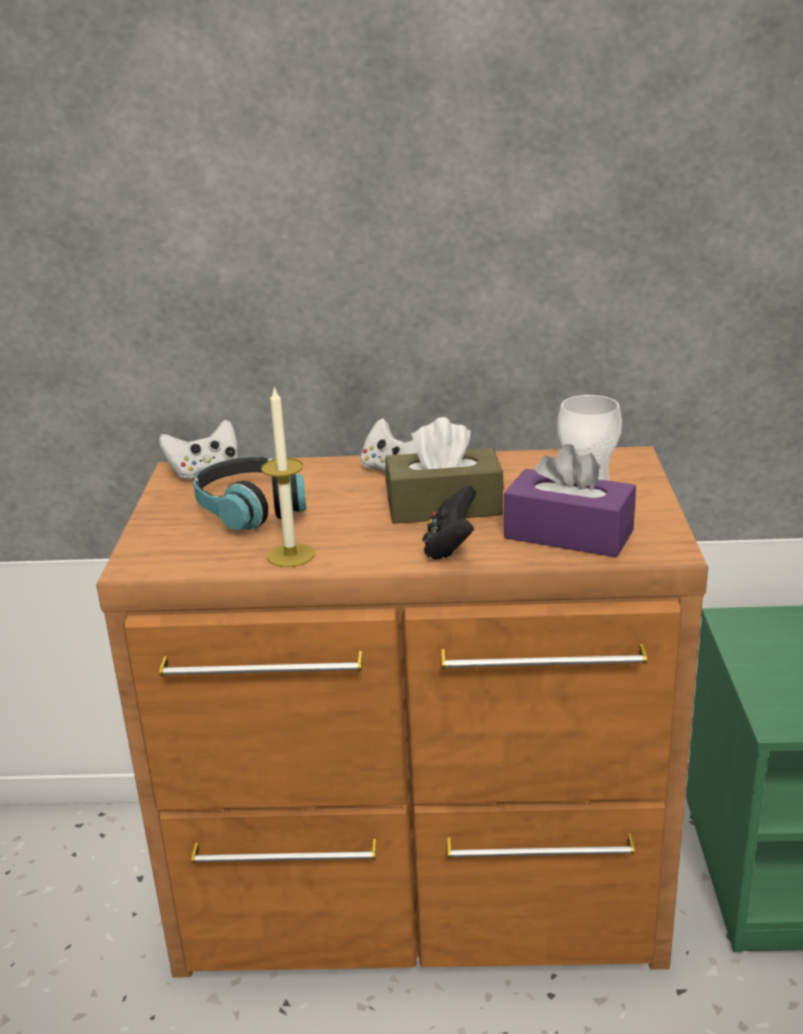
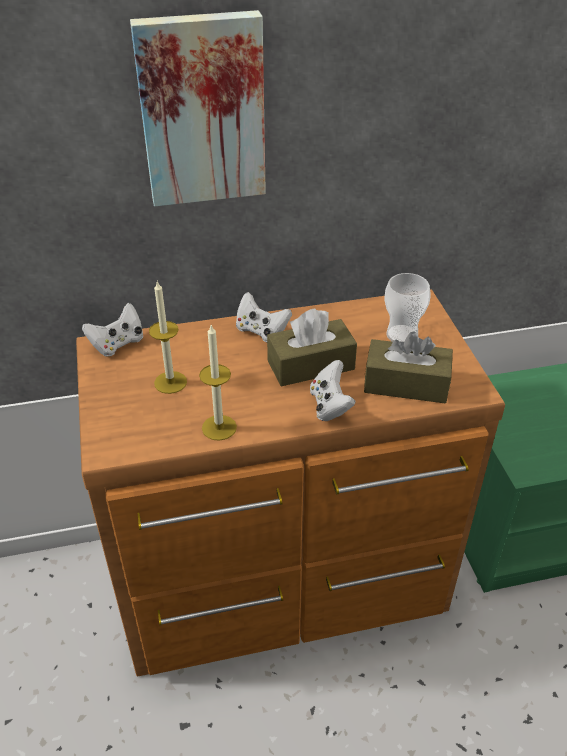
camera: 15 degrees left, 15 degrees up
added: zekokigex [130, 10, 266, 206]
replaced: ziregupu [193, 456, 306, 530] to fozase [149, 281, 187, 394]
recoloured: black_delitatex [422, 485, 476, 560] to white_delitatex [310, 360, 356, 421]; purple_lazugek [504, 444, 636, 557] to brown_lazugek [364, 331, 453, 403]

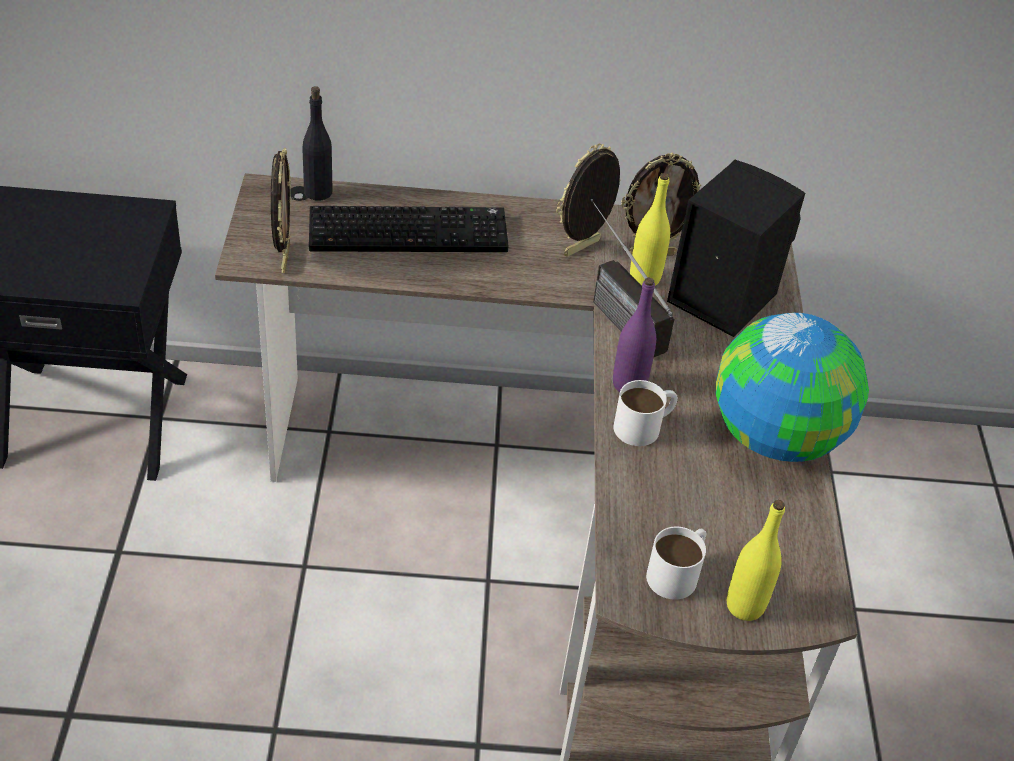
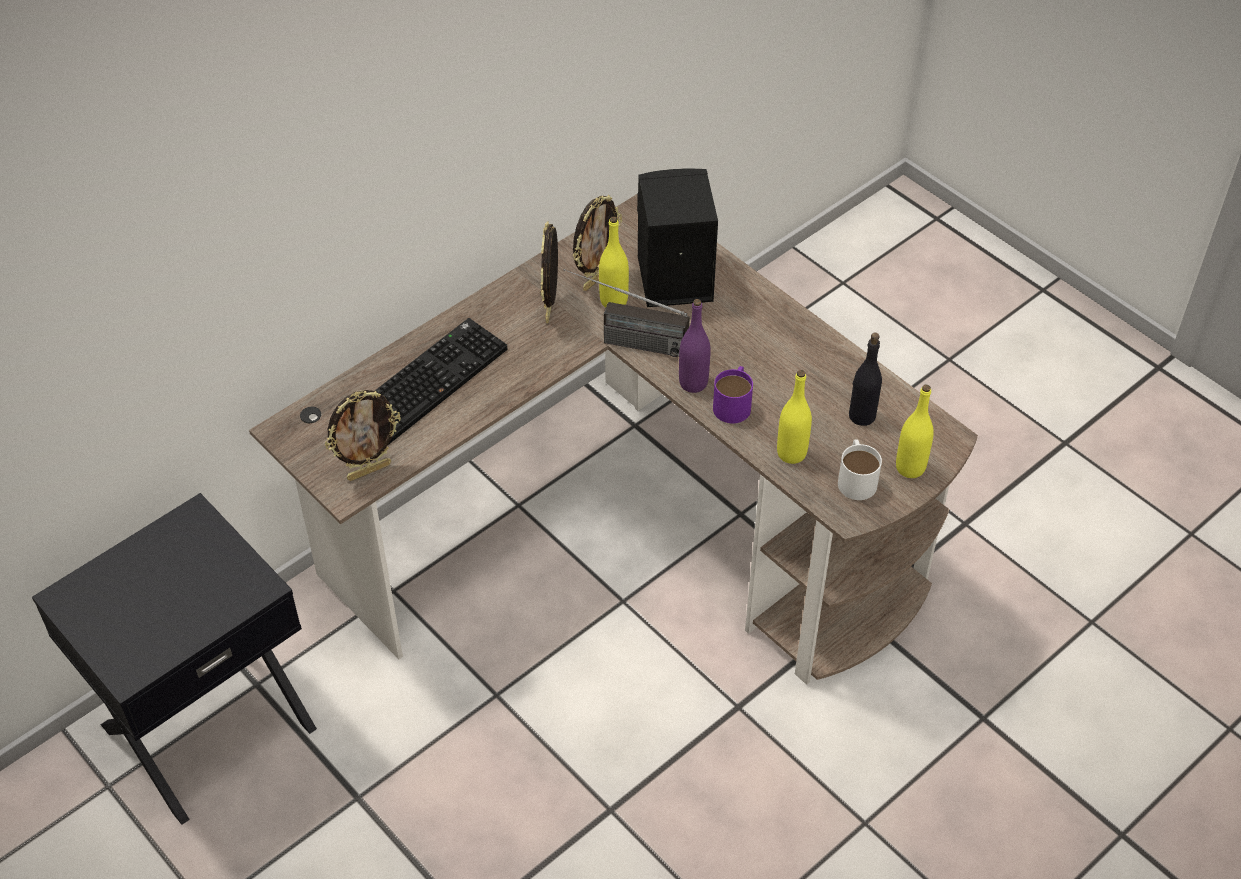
camera: 40 degrees left, 5 degrees up
removed: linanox [715, 313, 869, 462]
added: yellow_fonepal [777, 370, 812, 464]
moved: black_fonepal [302, 86, 333, 201] to [849, 333, 882, 426]
recoloured: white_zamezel [613, 380, 678, 446] to purple_zamezel [713, 366, 753, 423]
turned: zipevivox [271, 148, 291, 273] = [325, 390, 401, 481] 105 degrees clockwise

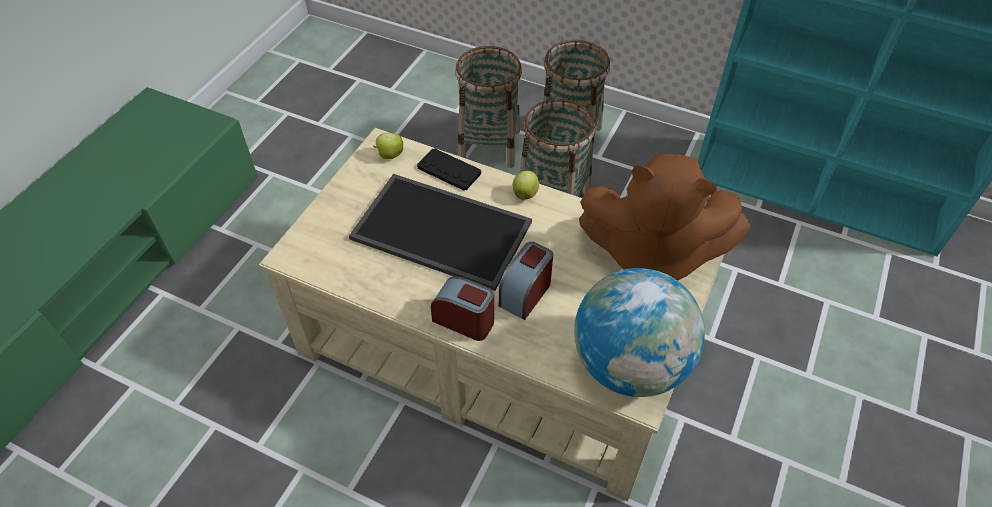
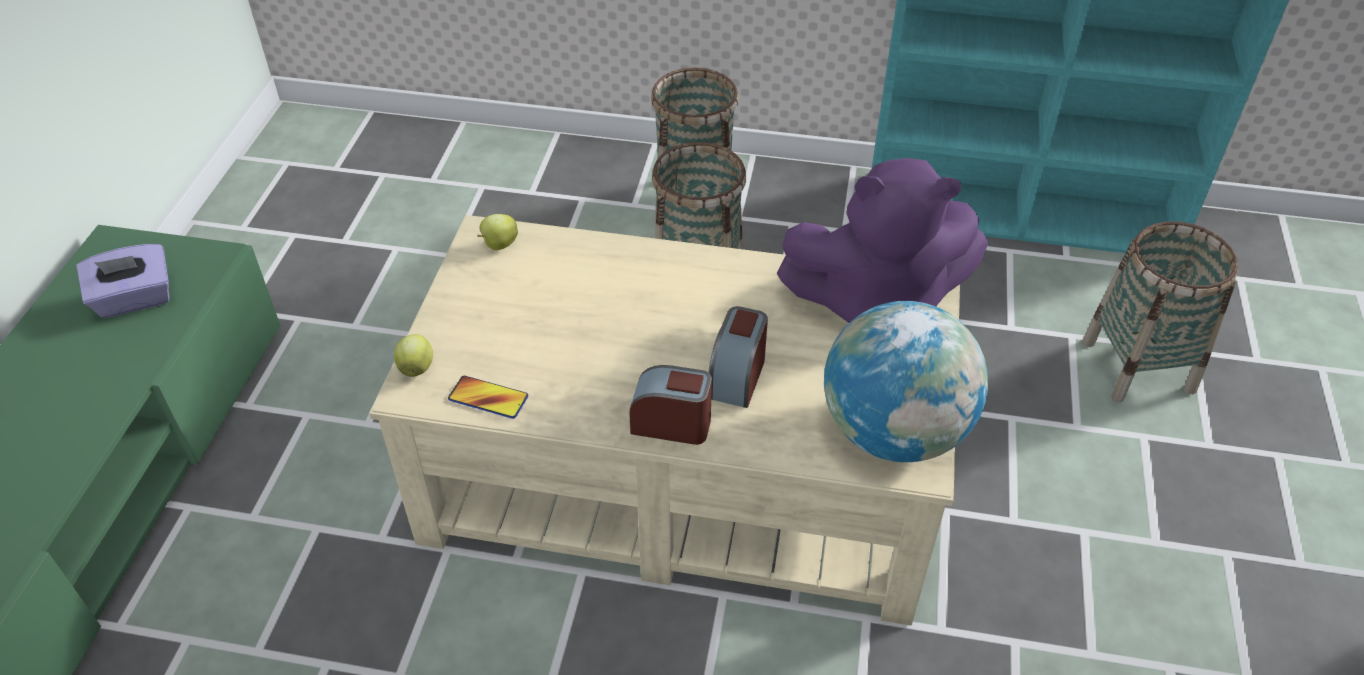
camera: 15 degrees left, 5 degrees down
removed: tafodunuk [349, 174, 532, 291]; black_delitatex [417, 148, 481, 191]
added: purple_lazugek [77, 244, 170, 318]; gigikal [448, 376, 528, 419]
moved: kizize [455, 46, 522, 168] to [1083, 221, 1238, 402]; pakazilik [513, 171, 539, 200] to [394, 334, 433, 377]
recoloured: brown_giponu [579, 154, 750, 281] to purple_giponu [777, 158, 988, 323]

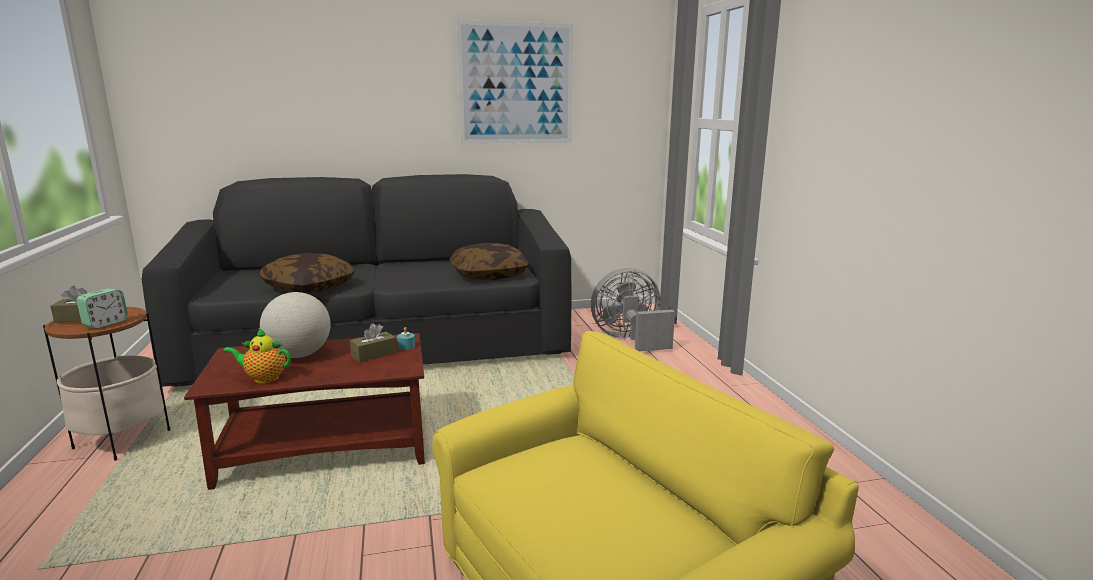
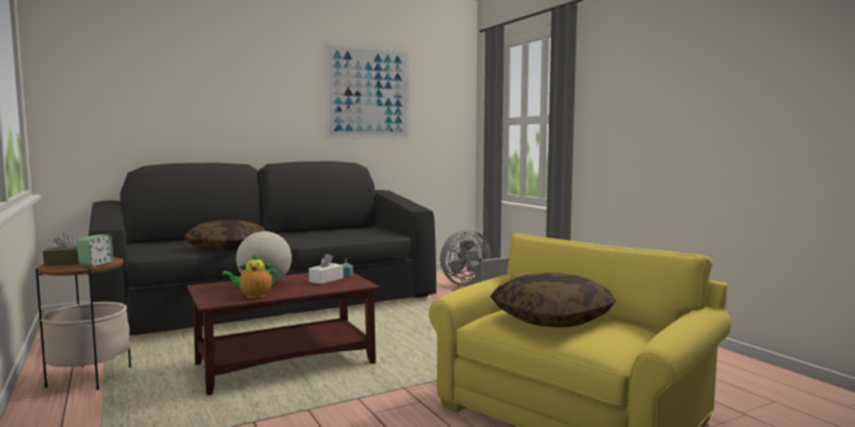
camera: 15 degrees left, 10 degrees down
moved: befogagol [450, 243, 528, 280] to [490, 272, 616, 328]
recoloured: brown_lazugek [350, 323, 397, 362] to white_lazugek [309, 254, 343, 284]

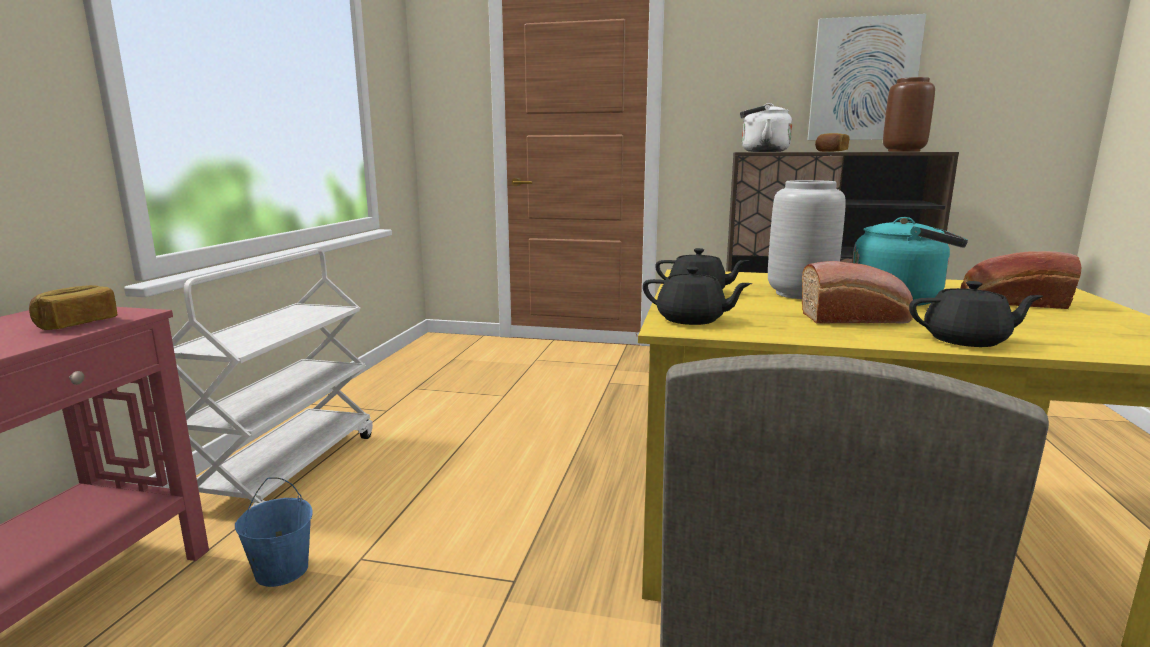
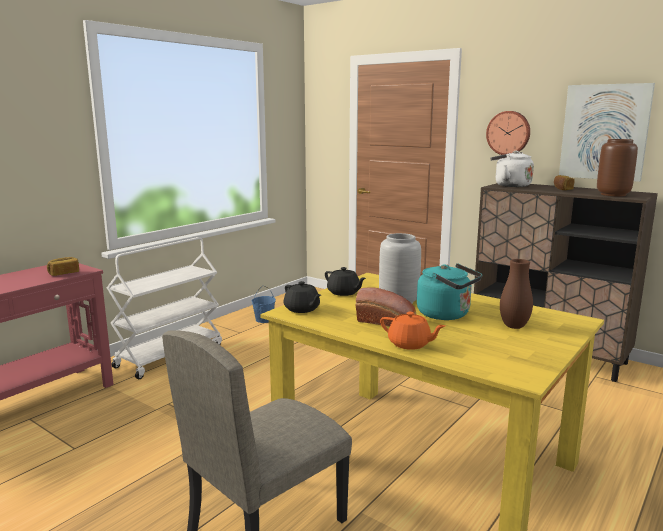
camera: 25 degrees right, 0 degrees up
added: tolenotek [486, 111, 530, 155]
moved: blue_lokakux [235, 478, 313, 587] to [252, 286, 276, 323]
replaced: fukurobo [961, 251, 1081, 309] to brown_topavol [500, 259, 533, 329]
recoloured: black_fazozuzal [909, 281, 1043, 347] to orange_fazozuzal [380, 312, 445, 350]

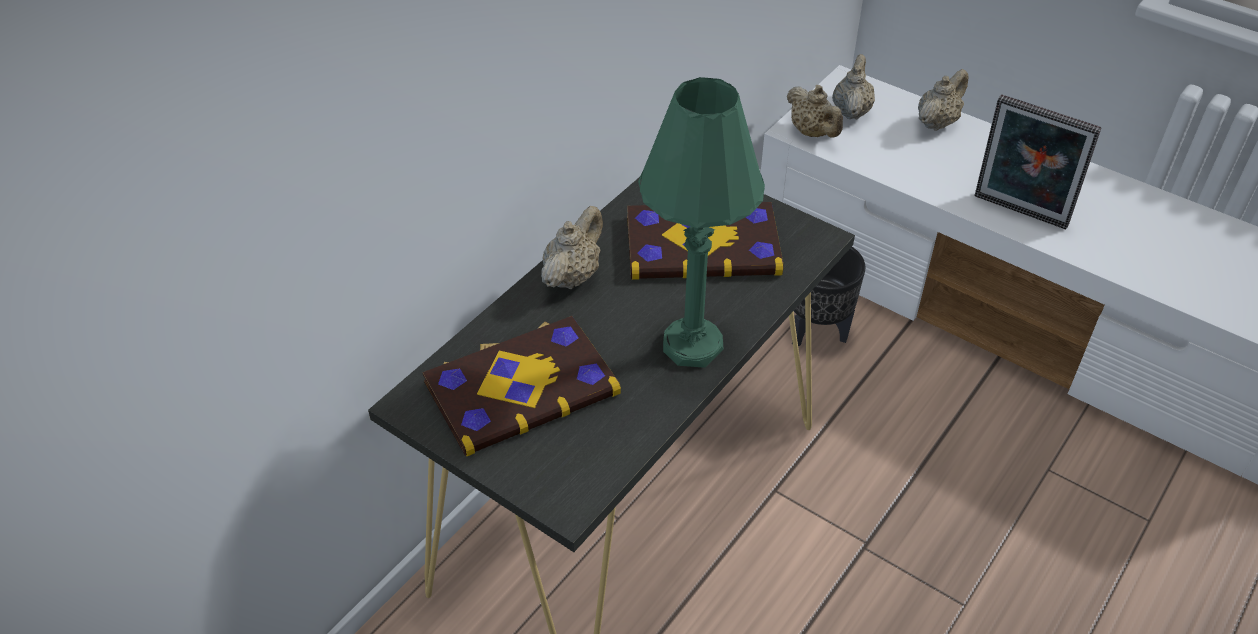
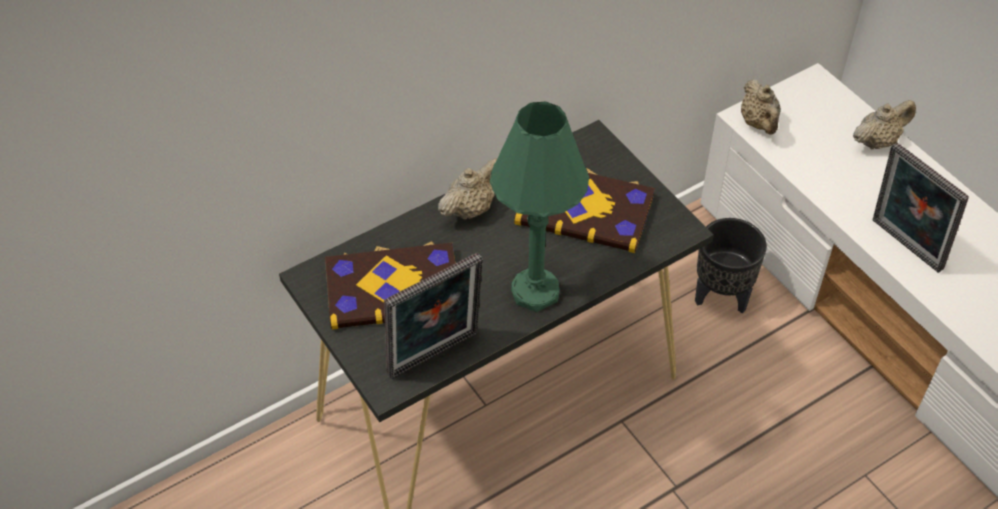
camera: 20 degrees right, 5 degrees up
removed: beige_fazozuzal [832, 54, 875, 119]
added: zipevivox [384, 253, 483, 379]

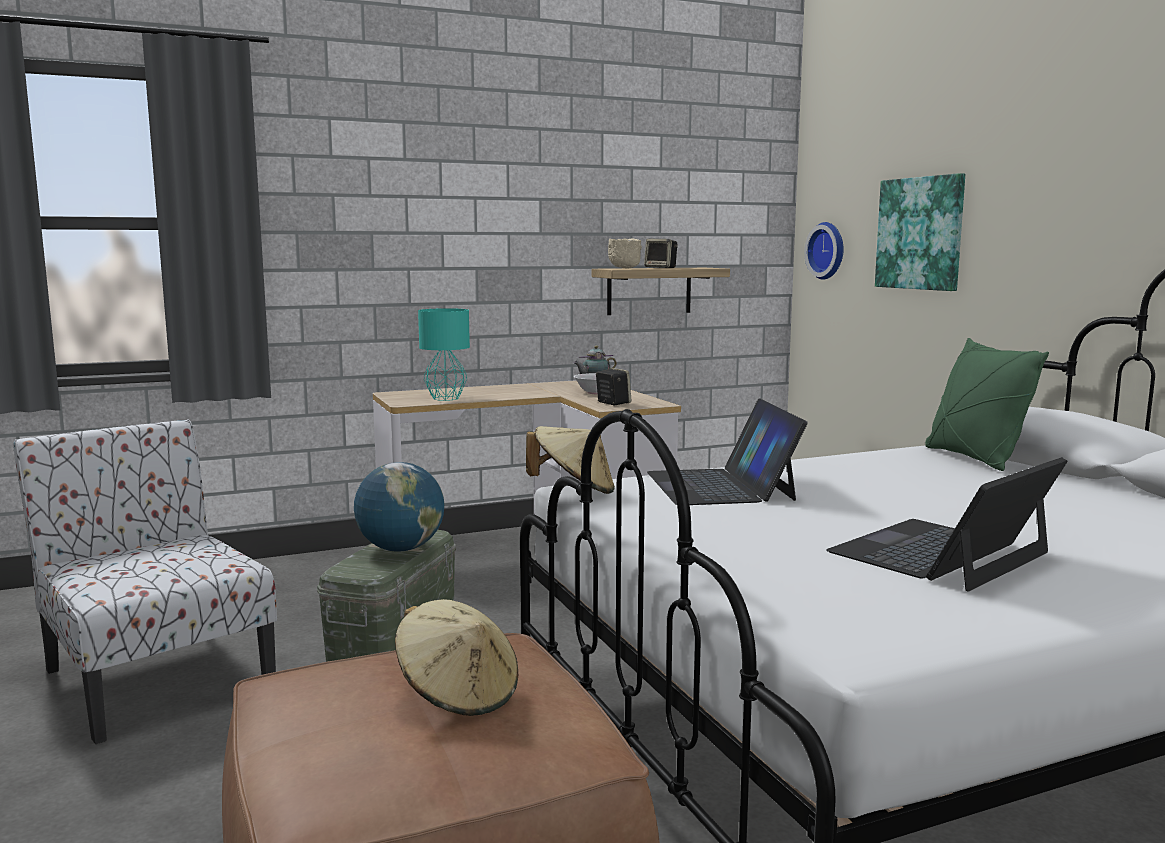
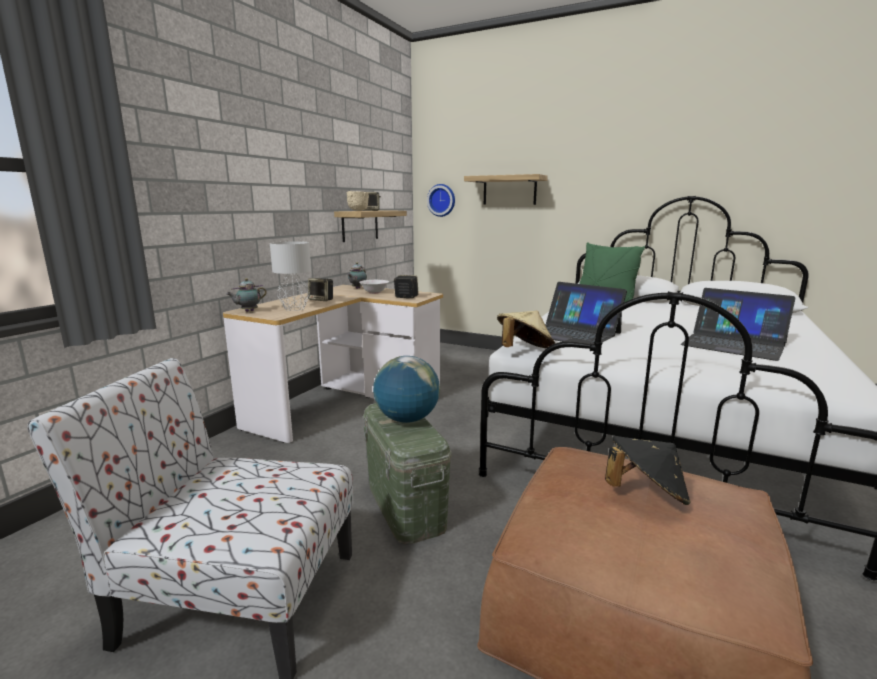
camera: 40 degrees left, 5 degrees up
added: fazozuzal [227, 278, 267, 312]; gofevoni [308, 278, 333, 301]
replaced: zekokigex [875, 173, 965, 291] to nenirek [464, 174, 548, 205]
recoloured: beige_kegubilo [395, 599, 518, 716] to black_kegubilo [605, 436, 691, 505]; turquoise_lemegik [418, 308, 470, 401] to grey_lemegik [270, 241, 311, 311]
turned: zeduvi [826, 457, 1067, 591] = [681, 288, 795, 361] 60 degrees counterclockwise

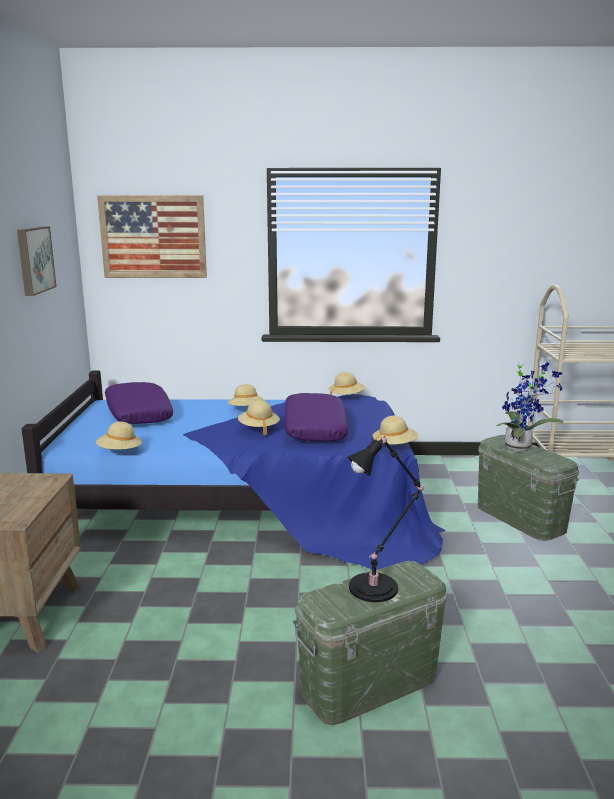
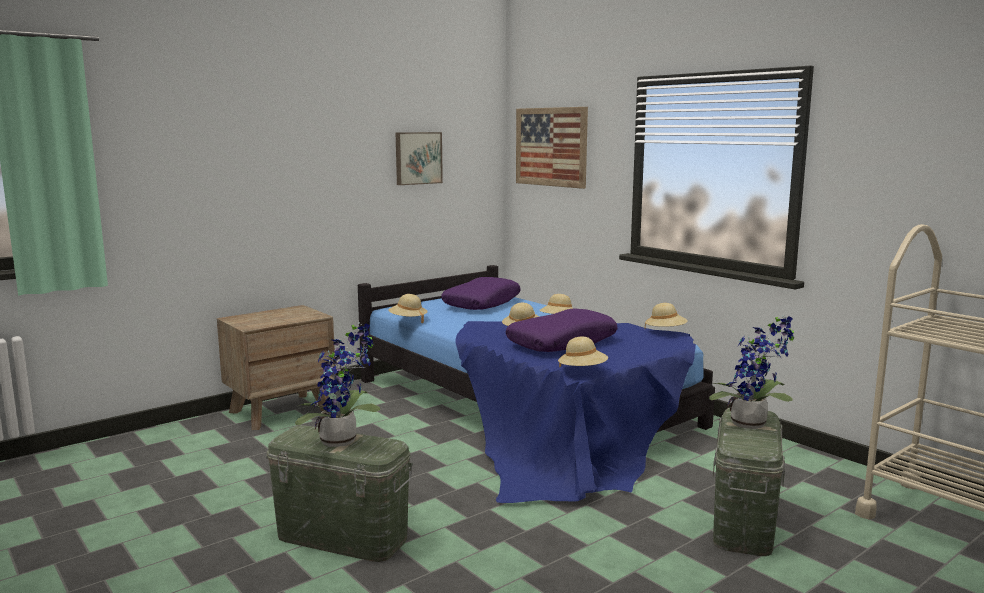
camera: 50 degrees right, 5 degrees down
replaced: black_lemegik [347, 436, 424, 602] to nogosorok [295, 322, 381, 447]

